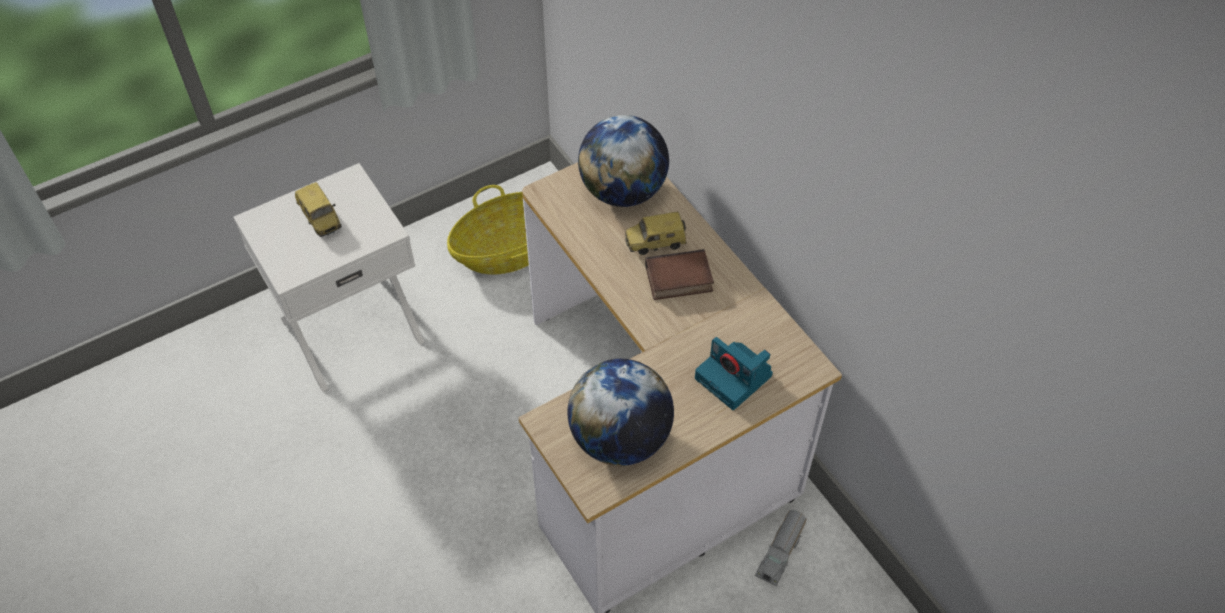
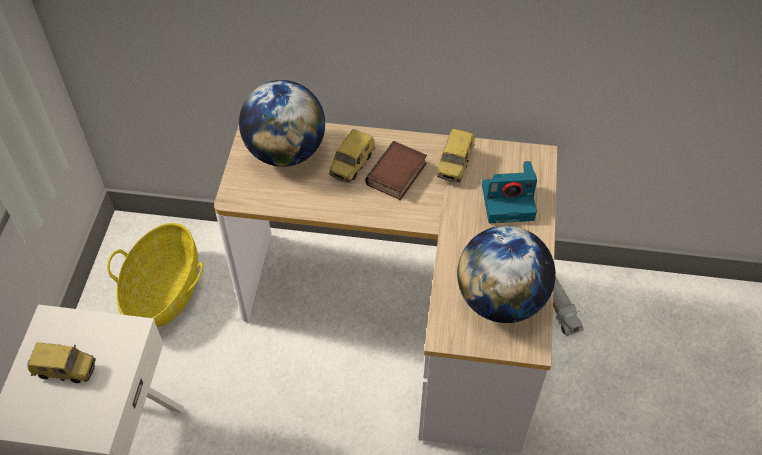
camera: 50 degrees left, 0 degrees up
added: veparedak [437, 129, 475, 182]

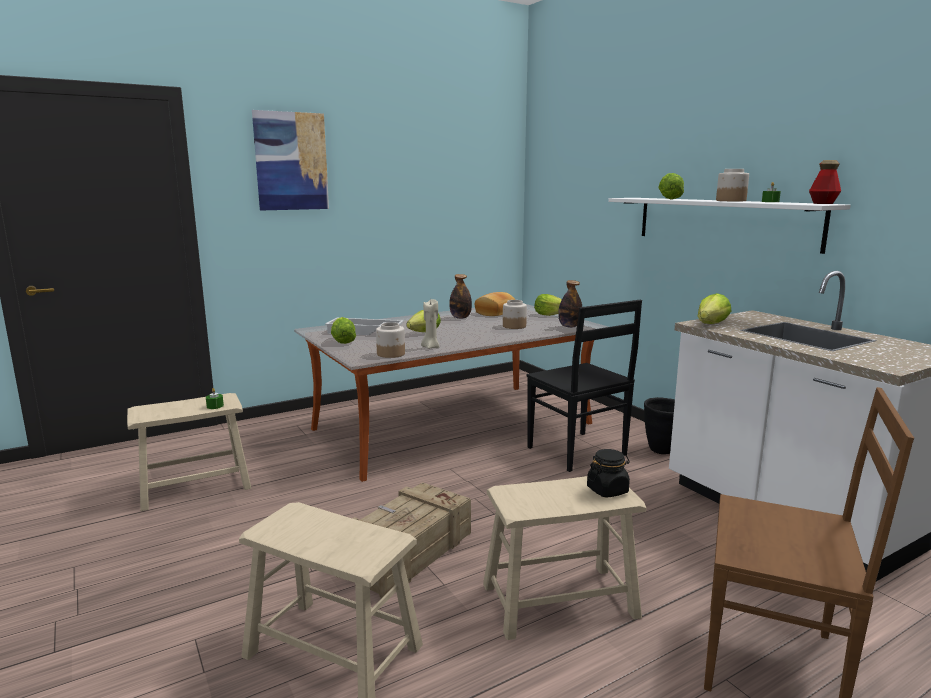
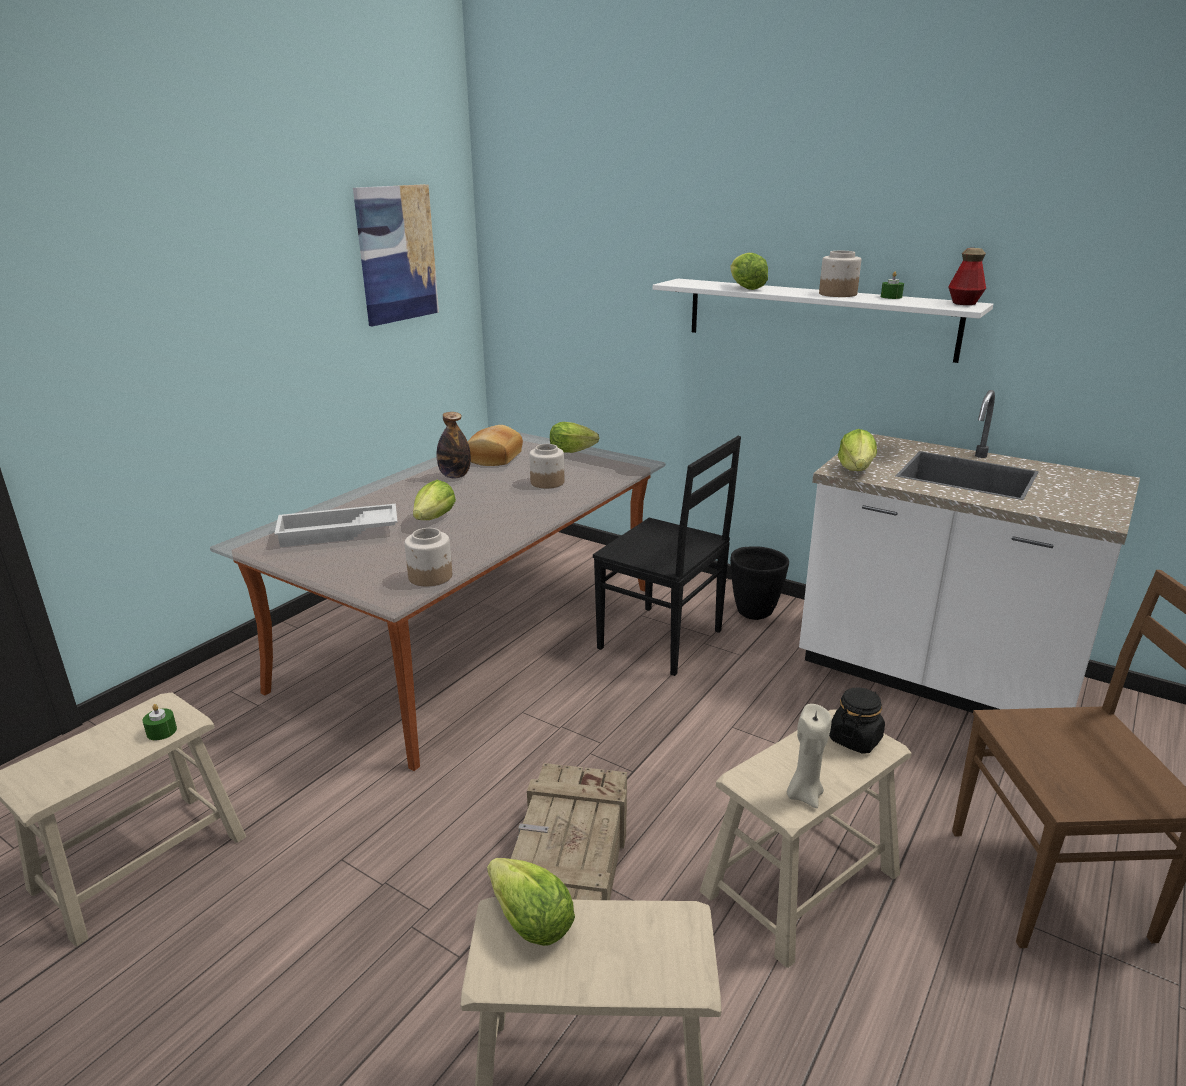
camera: 25 degrees left, 10 degrees up
removed: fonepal [558, 280, 582, 328]
moved: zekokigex [252, 110, 329, 210] to [353, 184, 439, 327]; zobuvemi [331, 317, 356, 344] to [487, 858, 575, 946]; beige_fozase [421, 299, 440, 349] to [787, 704, 832, 808]

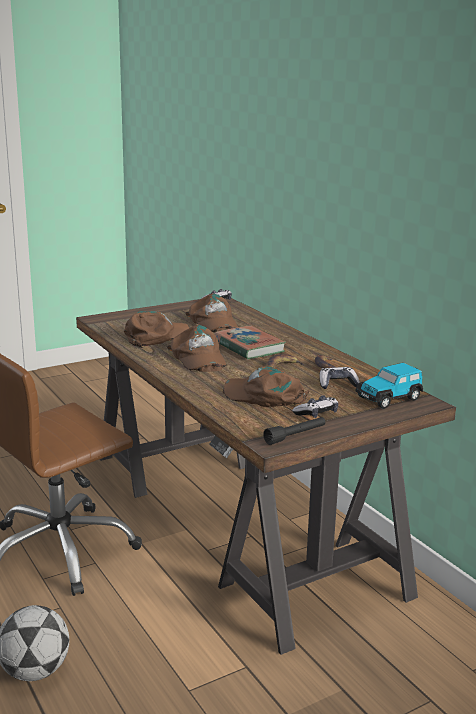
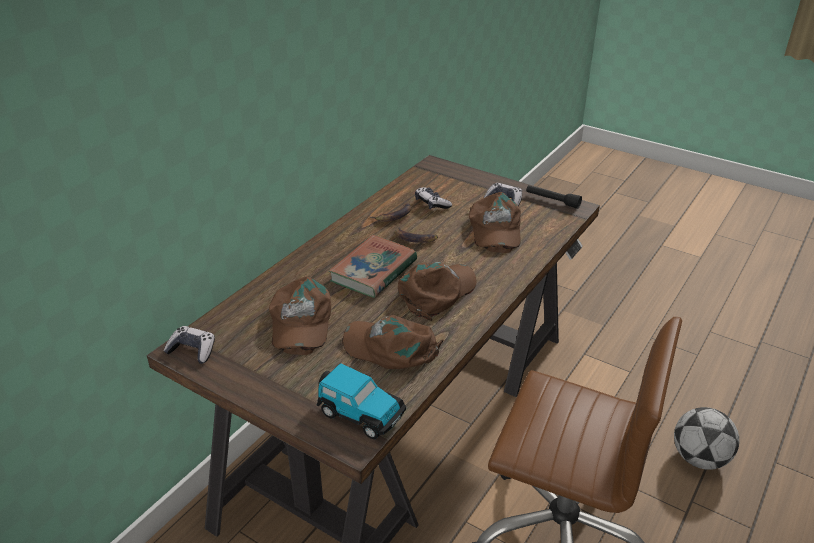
camera: 115 degrees left, 15 degrees up
moved: veparedak [356, 363, 423, 409] to [316, 363, 406, 439]
turned: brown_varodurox [186, 293, 238, 333] = [269, 277, 331, 355] 135 degrees clockwise

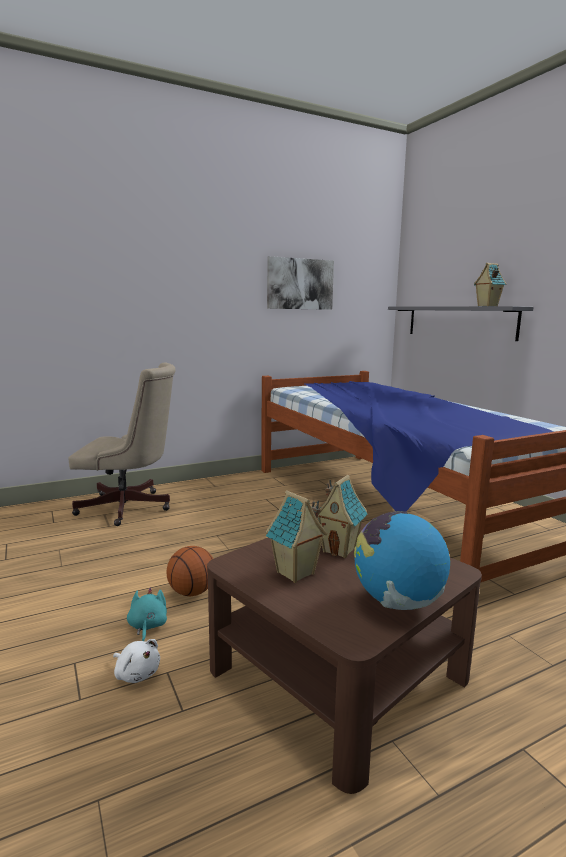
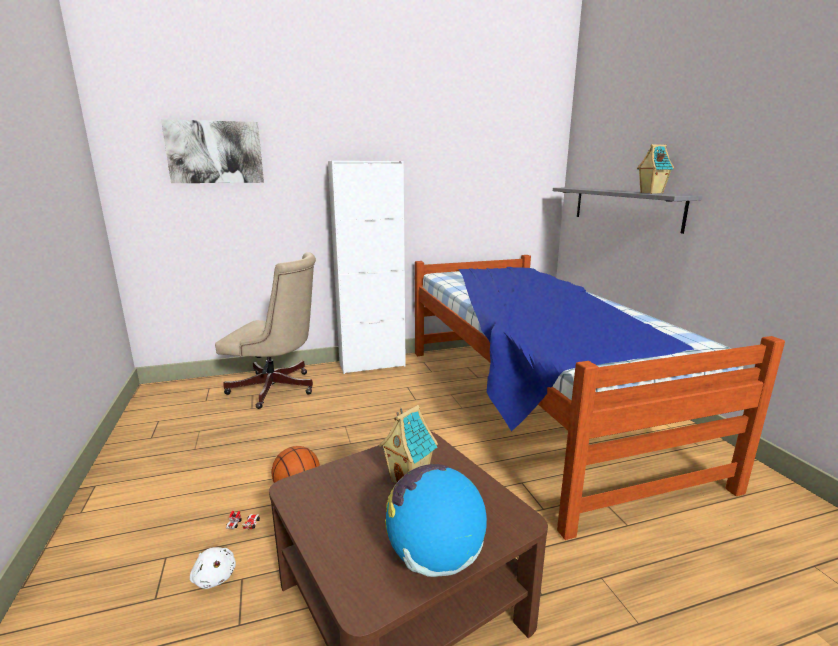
camera: 10 degrees right, 5 degrees up
removed: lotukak [266, 490, 328, 583]
added: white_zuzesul [328, 161, 406, 374]
moved: zekokigex [267, 256, 334, 310] to [161, 119, 264, 183]
replaced: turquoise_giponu [127, 588, 167, 641] to veparedak [226, 511, 260, 529]

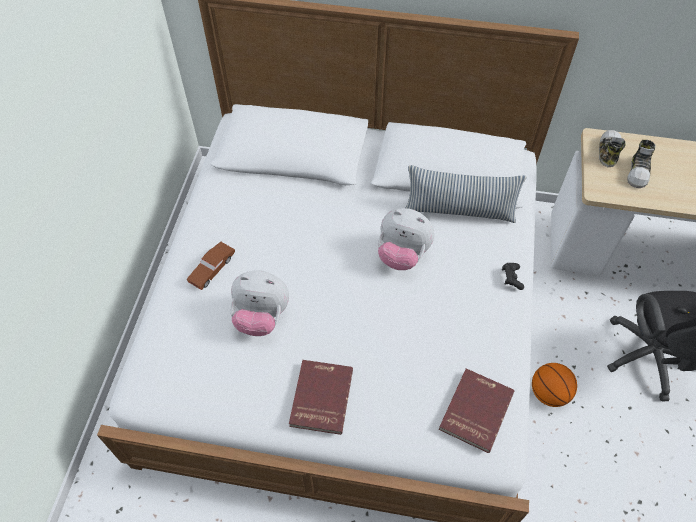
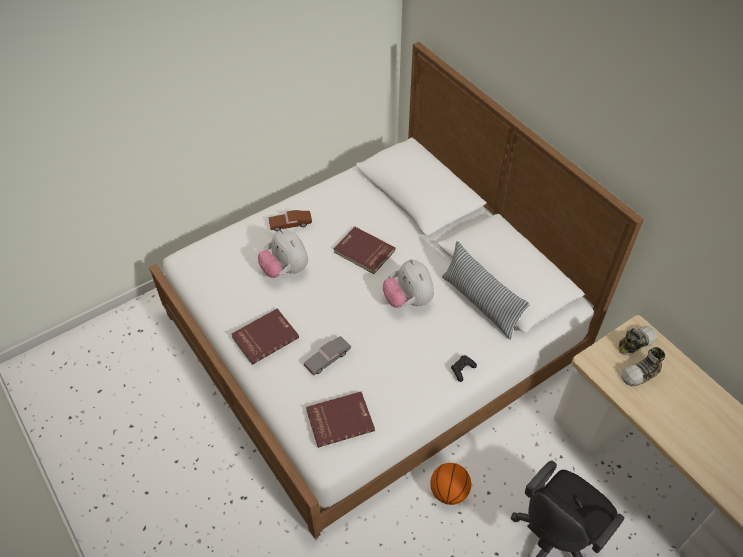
camera: 45 degrees right, 5 degrees down
added: grey_veparedak [304, 336, 351, 376]; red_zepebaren [333, 227, 395, 274]

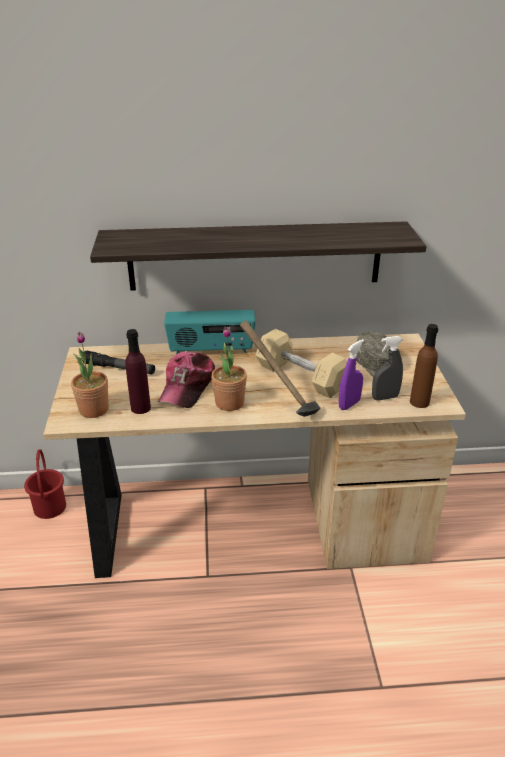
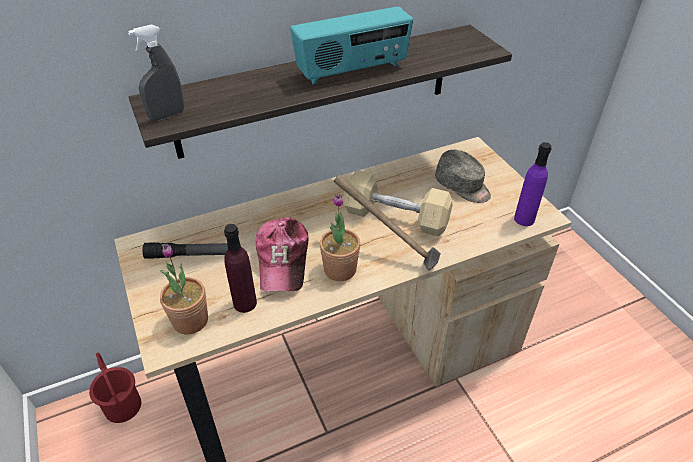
camera: 20 degrees left, 10 degrees up
removed: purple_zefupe [339, 339, 364, 410]
moved: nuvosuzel [164, 310, 256, 354] to [290, 7, 413, 84]; grey_zefupe [372, 336, 403, 401] to [128, 24, 184, 121]
recoloured: brown_fonepal [410, 324, 438, 408] to purple_fonepal [514, 142, 551, 226]

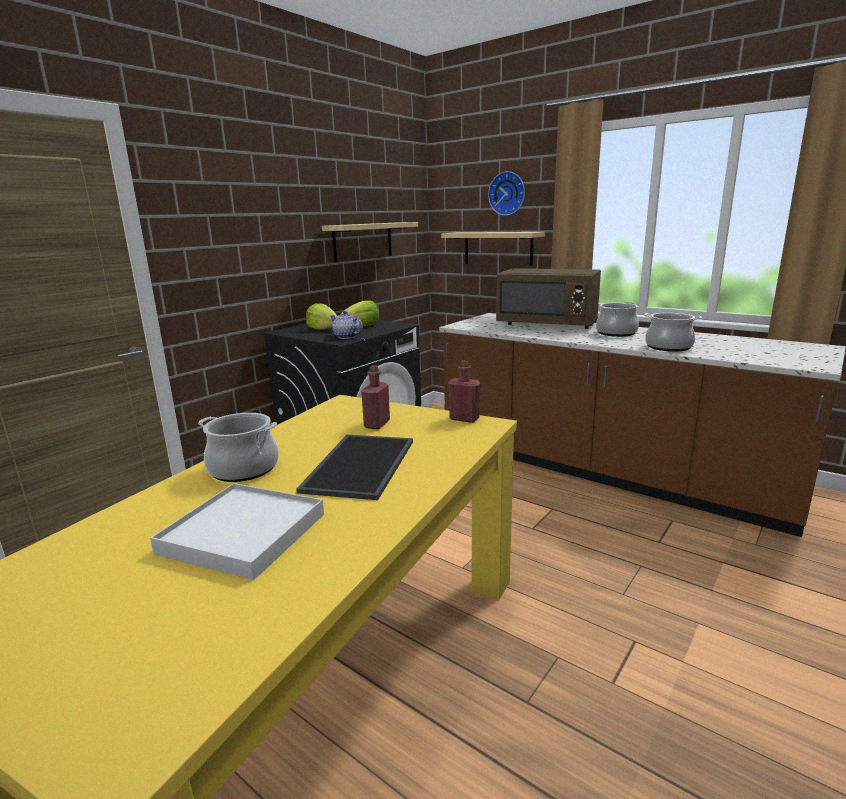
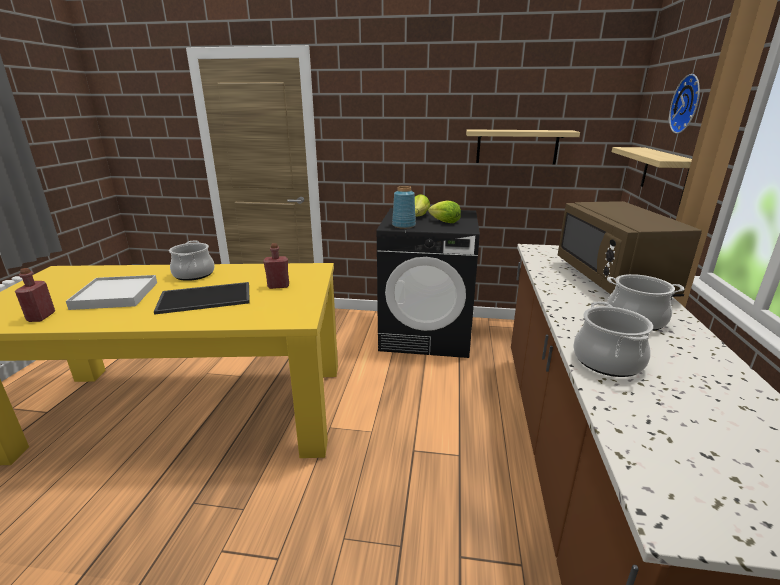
camera: 60 degrees right, 5 degrees up
moved: red_fonepal [448, 360, 481, 423] to [15, 268, 55, 322]
replaced: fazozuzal [330, 311, 363, 339] to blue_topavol [392, 186, 416, 229]

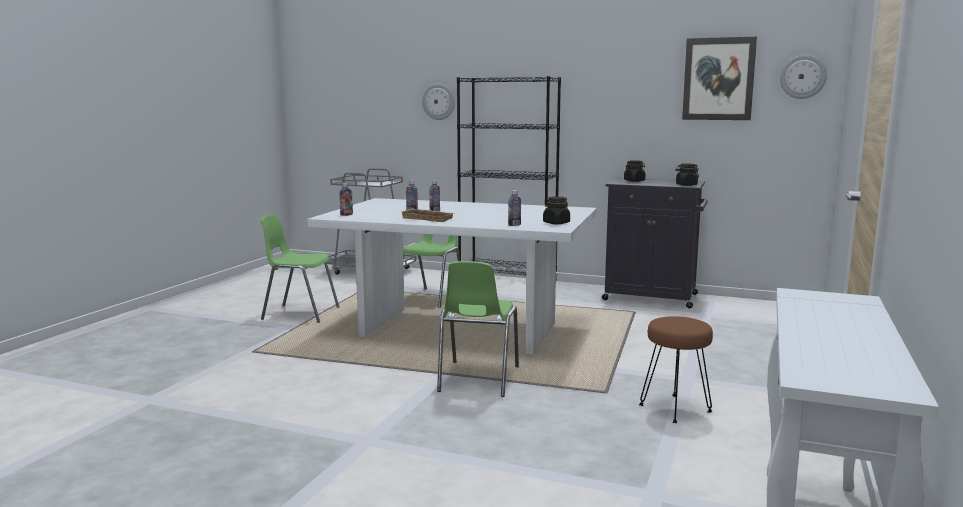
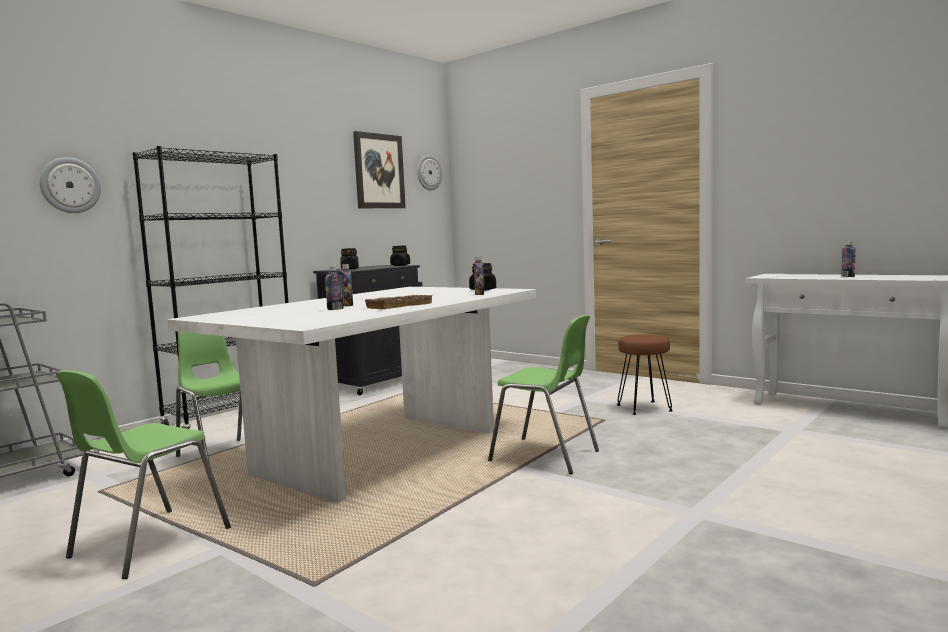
camera: 70 degrees left, 5 degrees down
moved: fonepal [339, 183, 353, 216] to [842, 241, 856, 277]

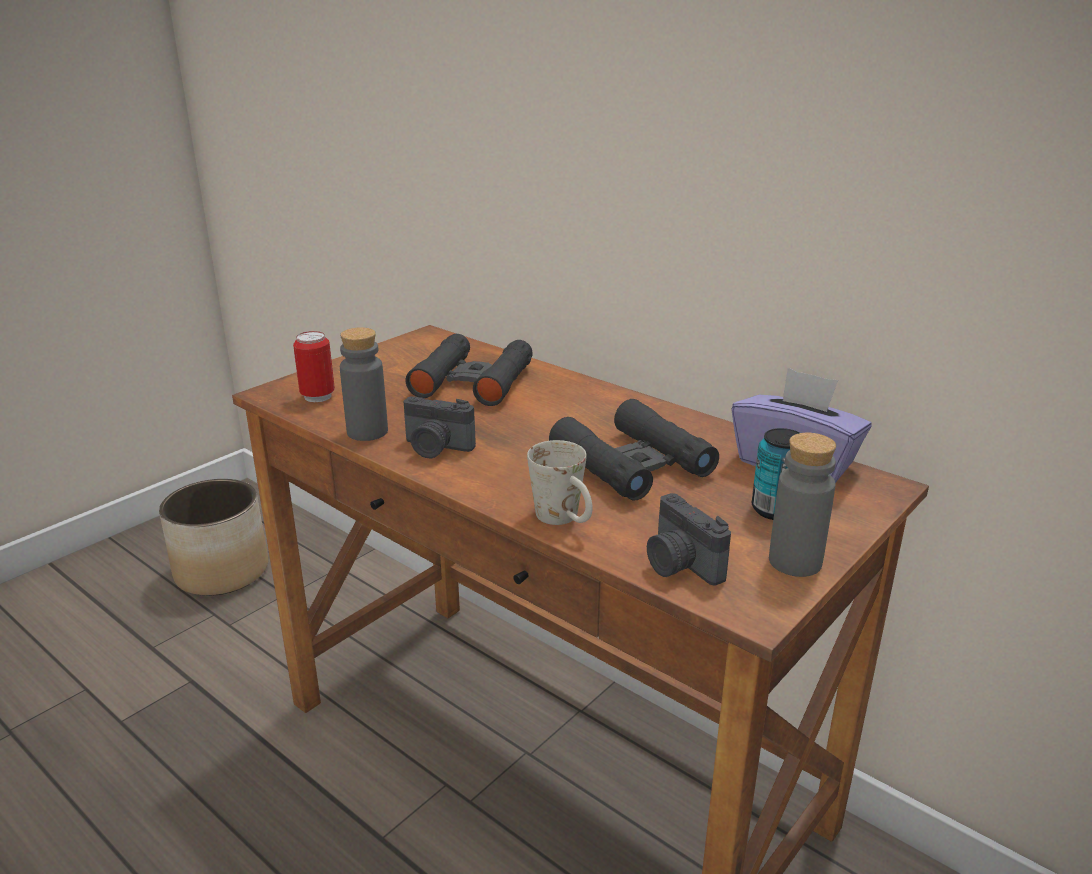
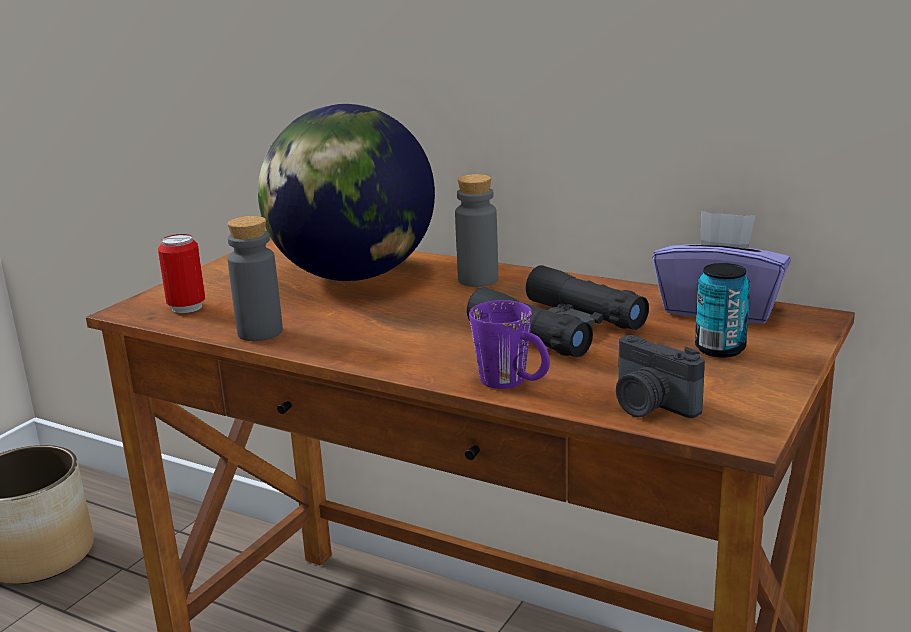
camera: 10 degrees left, 5 degrees down
removed: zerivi [404, 396, 476, 458]
moved: grey_fonepal [769, 433, 836, 577] to [455, 174, 498, 287]
replaced: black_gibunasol [406, 334, 533, 406] to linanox [258, 104, 435, 281]
recoloured: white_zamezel [527, 440, 593, 525] to purple_zamezel [469, 300, 550, 389]

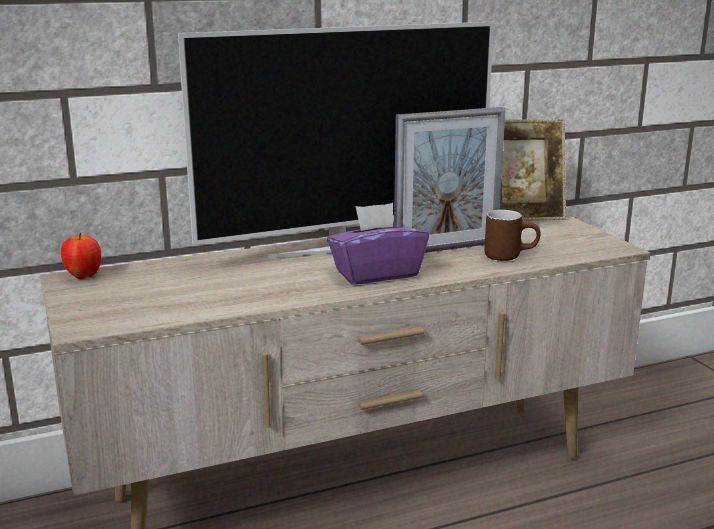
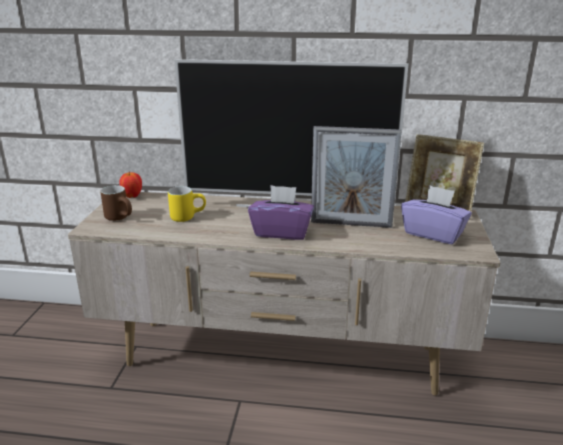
camera: 30 degrees right, 5 degrees up
added: yellow_zamezel [168, 186, 206, 222]; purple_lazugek [401, 185, 472, 245]
moved: brown_zamezel [485, 210, 540, 261] to [101, 185, 132, 221]

